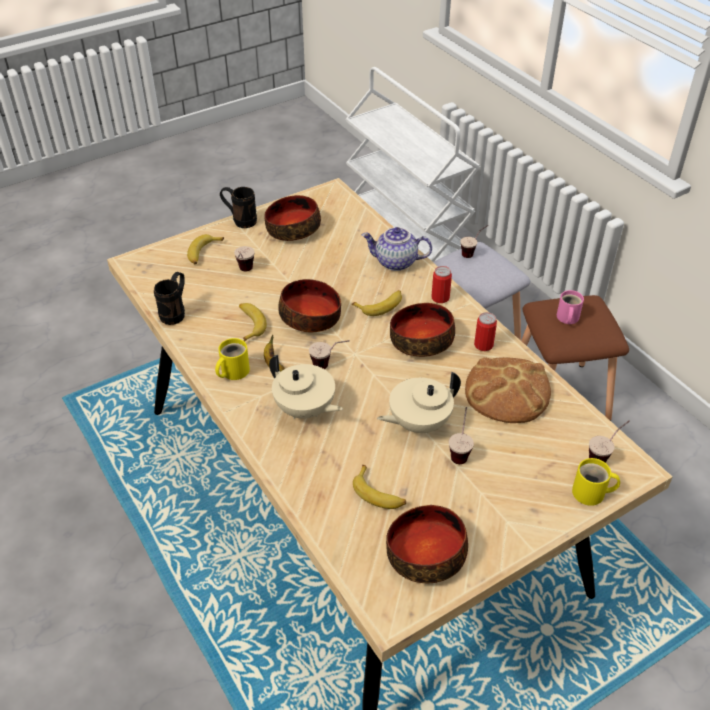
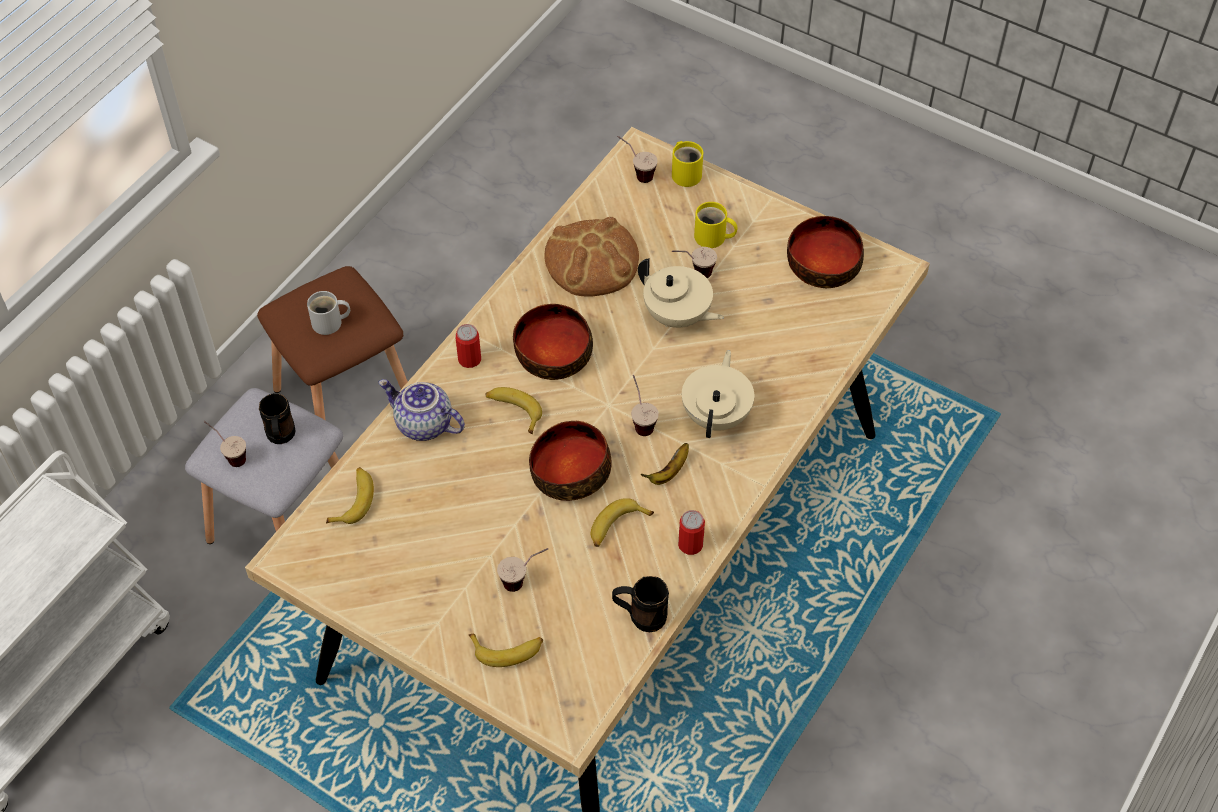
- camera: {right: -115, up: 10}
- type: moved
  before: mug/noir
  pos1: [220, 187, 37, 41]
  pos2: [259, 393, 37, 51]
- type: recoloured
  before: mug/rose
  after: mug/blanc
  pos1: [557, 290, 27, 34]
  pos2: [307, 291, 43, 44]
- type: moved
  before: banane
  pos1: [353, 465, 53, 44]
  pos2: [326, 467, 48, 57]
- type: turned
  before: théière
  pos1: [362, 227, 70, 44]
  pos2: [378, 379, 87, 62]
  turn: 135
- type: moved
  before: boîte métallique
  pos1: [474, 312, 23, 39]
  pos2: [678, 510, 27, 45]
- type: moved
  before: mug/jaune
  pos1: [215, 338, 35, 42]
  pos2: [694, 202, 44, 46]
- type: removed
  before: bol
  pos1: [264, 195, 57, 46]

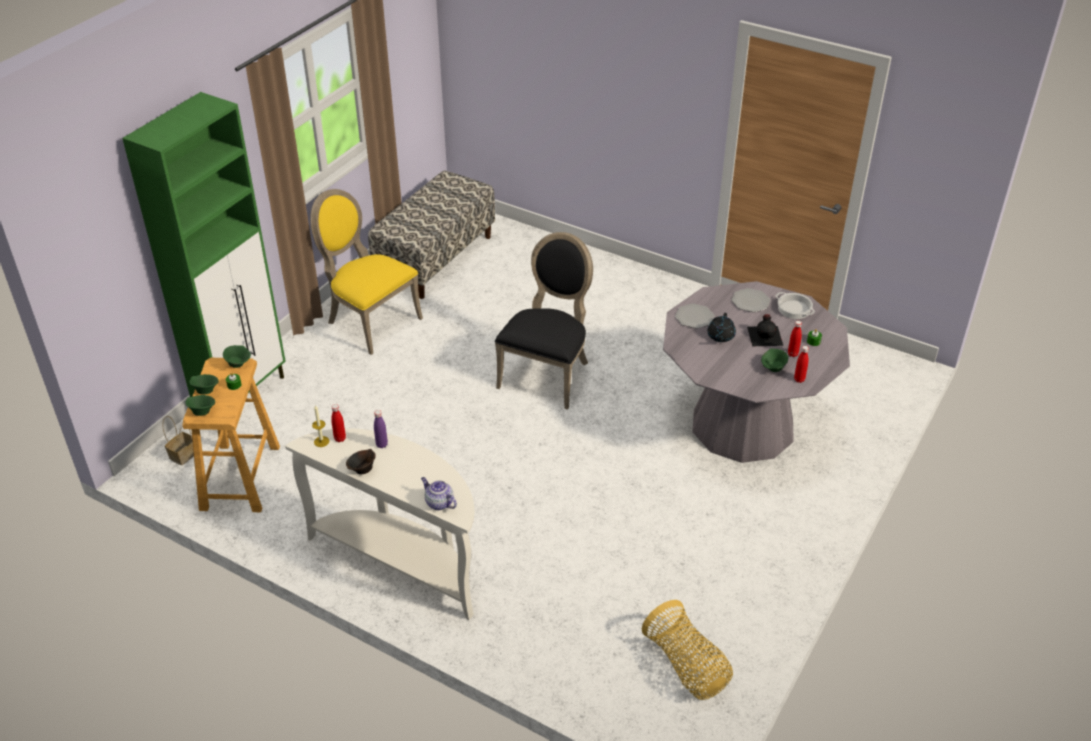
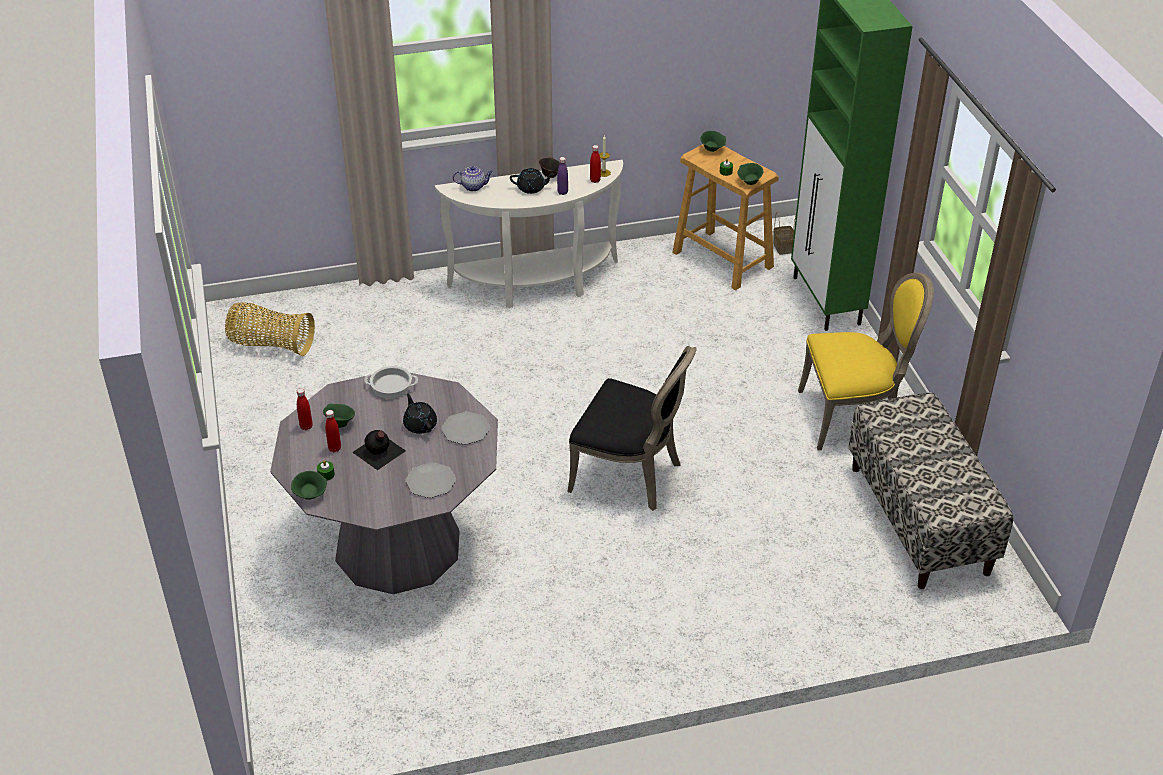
- camera: {right: 135, up: 0}
- type: moved
  before: bol/vert
  pos1: [189, 374, 30, 20]
  pos2: [291, 471, 36, 29]
- type: moved
  before: marmite
  pos1: [776, 292, 39, 27]
  pos2: [364, 366, 54, 33]
- type: added
  after: théière/noir
  pos2: [510, 168, 44, 26]
- type: turned
  before: chaise/noir
  pos1: [495, 232, 98, 178]
  pos2: [567, 346, 130, 165]
  turn: -45

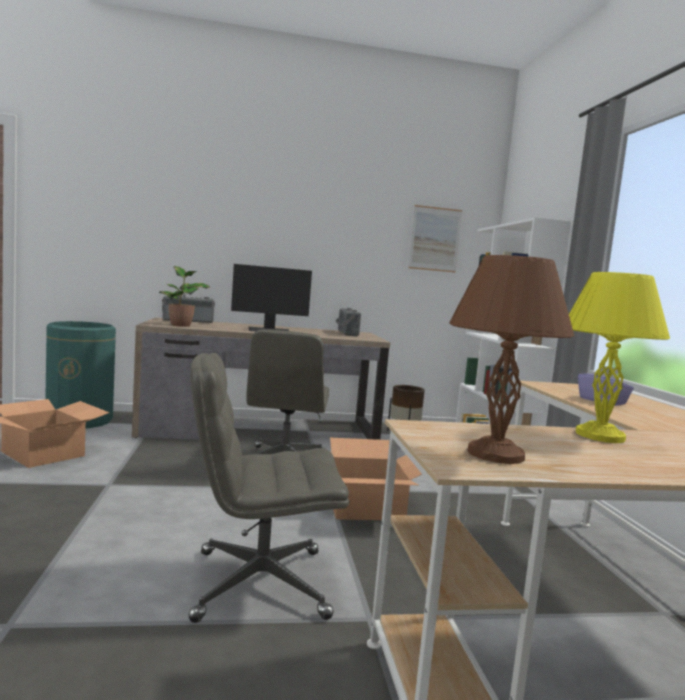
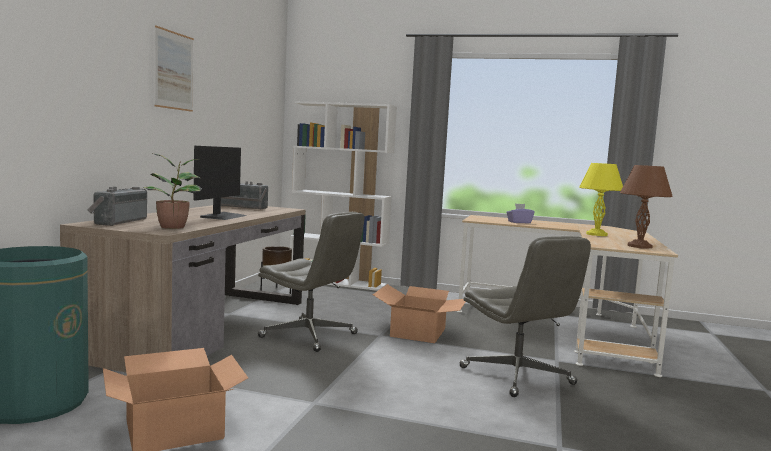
- camera: {right: -65, up: 0}
- type: moved
  before: tableau
  pos1: [408, 205, 54, 67]
  pos2: [155, 26, 39, 86]
- type: turned
  before: chaise de bureau/gris
  pos1: [189, 353, 160, 270]
  pos2: [460, 236, 131, 161]
  turn: -45

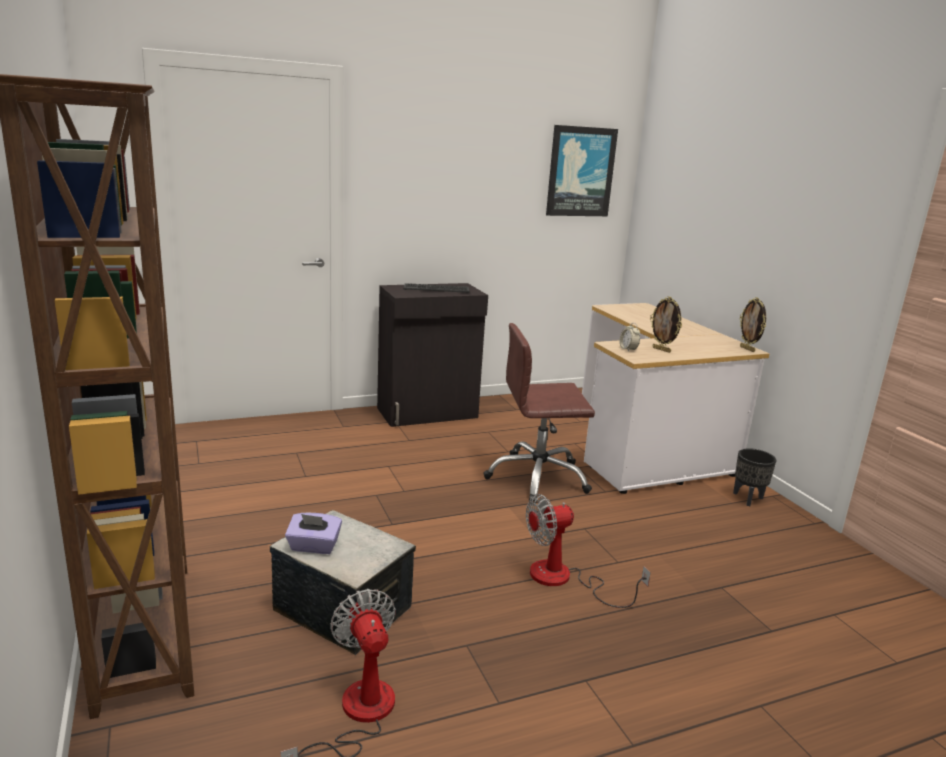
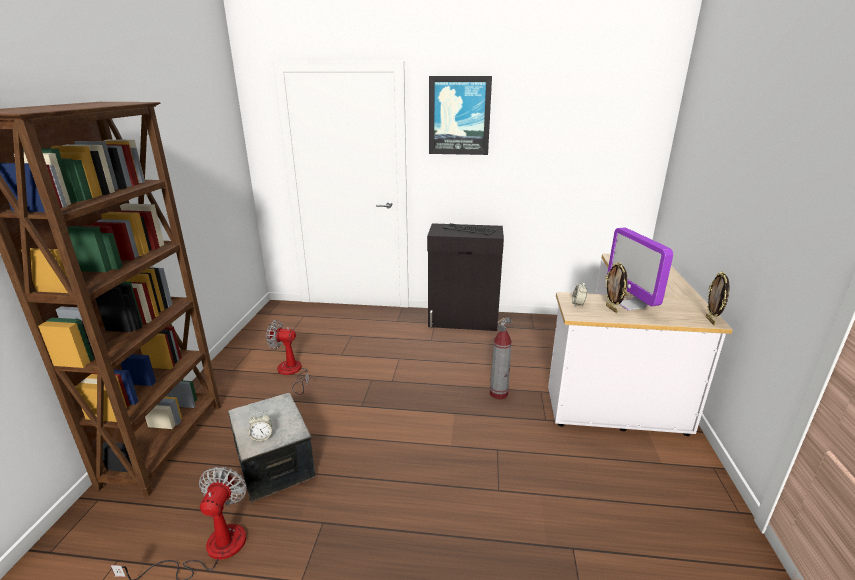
- camera: {right: 30, up: 5}
- type: added
  after: réveil
  pos2: [249, 412, 23, 29]
- type: moved
  before: ventilateur
  pos1: [526, 494, 125, 114]
  pos2: [266, 320, 44, 75]
- type: moved
  before: tableau
  pos1: [546, 125, 72, 91]
  pos2: [429, 76, 63, 79]
- type: replaced
  before: chaise de bureau/marron
  after: extincteur
  pos1: [483, 323, 112, 179]
  pos2: [490, 317, 22, 82]
- type: added
  after: écran d'ordinateur
  pos2: [607, 227, 66, 84]
- type: removed
  before: boîte à mouchoirs/violet
  pos1: [285, 513, 57, 41]
- type: removed
  before: cache-pot/noir
  pos1: [733, 448, 43, 58]

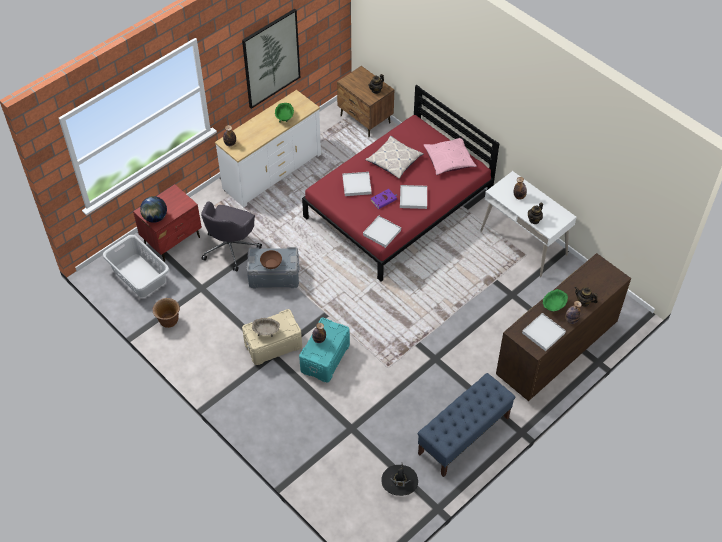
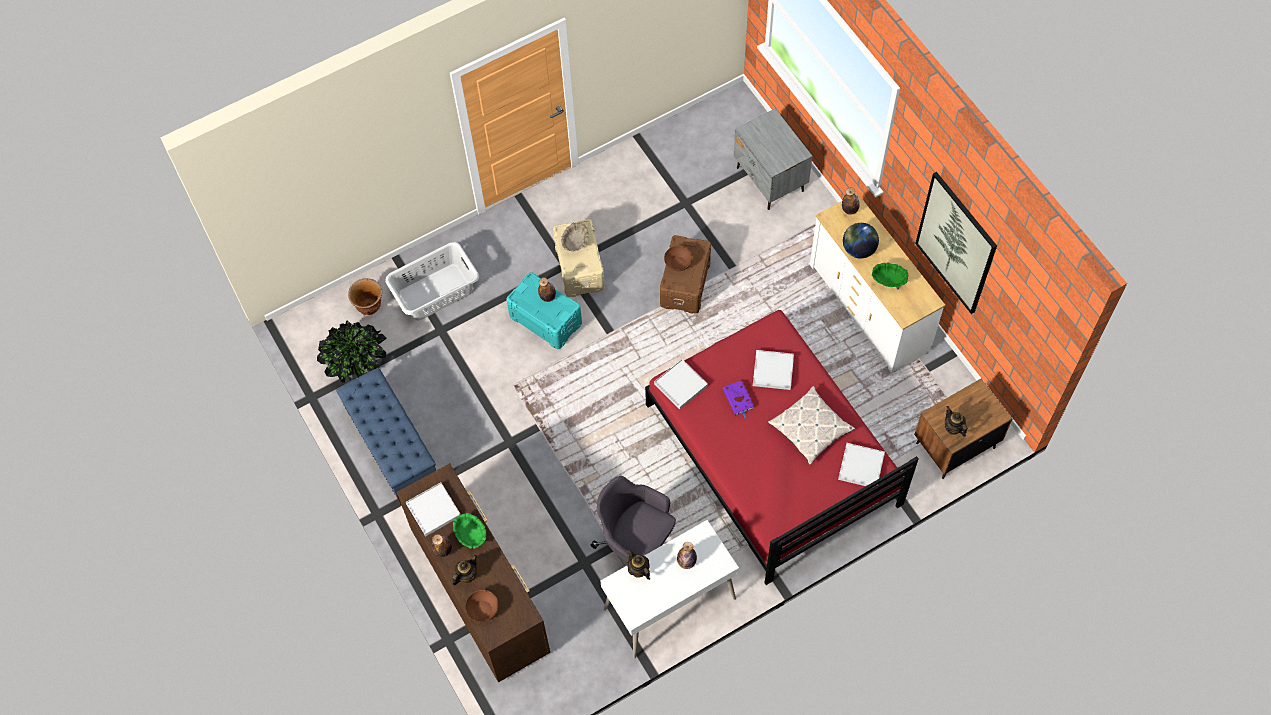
- camera: {right: 105, up: 10}
- type: replaced
  before: chapeau/noir
  after: plante en pot
  pos1: [381, 463, 37, 33]
  pos2: [317, 320, 69, 63]
- type: moved
  before: cache-pot/marron
  pos1: [152, 298, 28, 30]
  pos2: [348, 278, 34, 37]
- type: moved
  before: panier à linge/gris
  pos1: [103, 235, 67, 63]
  pos2: [385, 242, 94, 78]
- type: added
  after: bol/marron
  pos2: [465, 590, 34, 32]
- type: moved
  before: chaise de bureau/gris
  pos1: [201, 201, 61, 70]
  pos2: [590, 476, 86, 86]
- type: recoloured
  before: boîte de rangement/gris
  after: boîte de rangement/marron
  pos1: [247, 247, 52, 41]
  pos2: [660, 235, 51, 79]
- type: recoloured
  before: table de chevet/rouge
  after: table de chevet/gris
  pos1: [133, 184, 69, 78]
  pos2: [734, 109, 78, 101]
- type: moved
  before: plateau/blanc
  pos1: [400, 185, 27, 24]
  pos2: [838, 443, 47, 43]
- type: moved
  before: globe
  pos1: [140, 196, 27, 27]
  pos2: [843, 223, 36, 35]
- type: removed
  before: coussin/rose
  pos1: [424, 138, 53, 37]

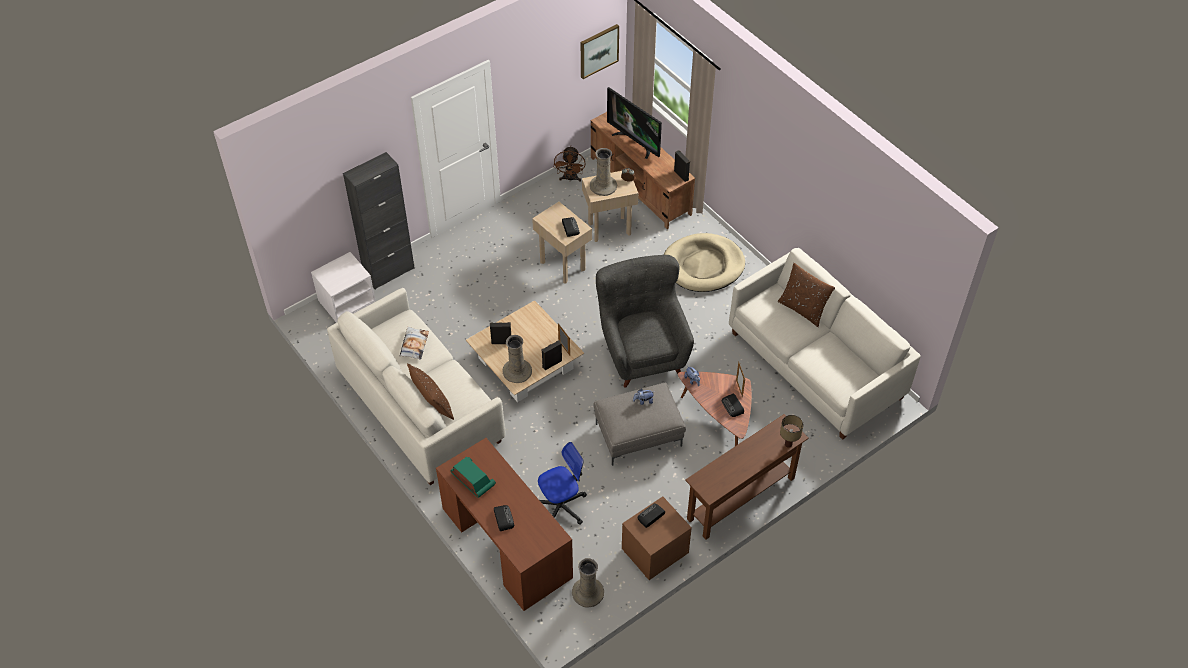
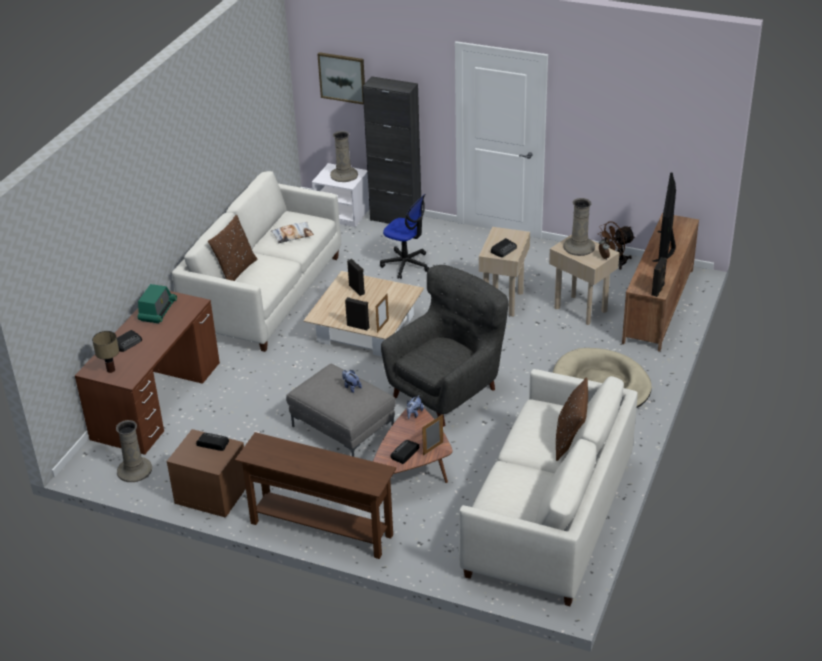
- camera: {right: 60, up: -15}
- type: moved
  before: lampe de table
  pos1: [780, 415, 24, 33]
  pos2: [92, 331, 27, 42]
- type: moved
  before: tableau
  pos1: [581, 24, 38, 55]
  pos2: [317, 52, 48, 53]
- type: moved
  before: vase/beige
  pos1: [503, 335, 29, 48]
  pos2: [330, 131, 28, 51]
- type: moved
  before: chaise de bureau
  pos1: [538, 442, 49, 83]
  pos2: [380, 194, 49, 85]

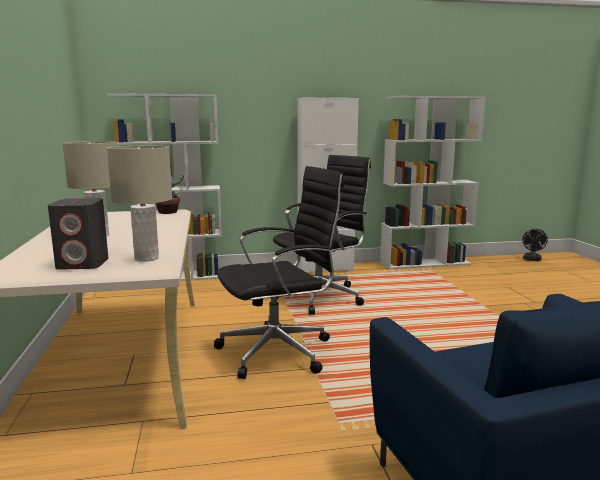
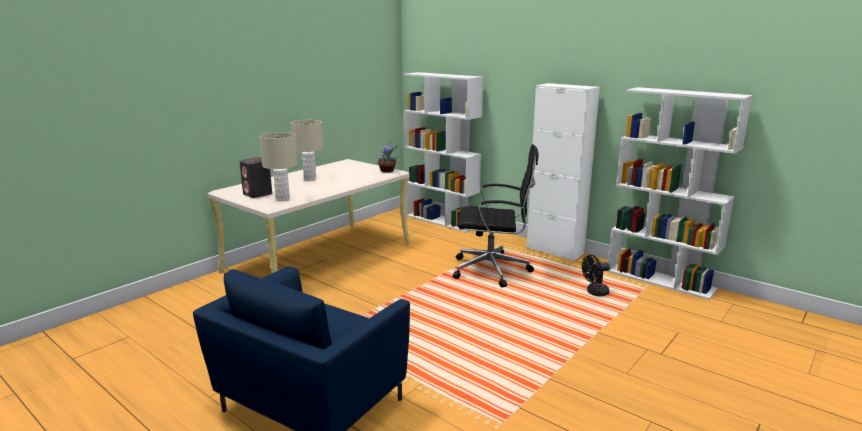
- camera: {right: 50, up: 5}
- type: moved
  before: ventilateur/noir
  pos1: [523, 229, 25, 32]
  pos2: [582, 255, 28, 41]
- type: removed
  before: chaise de bureau/noir
  pos1: [214, 166, 130, 213]

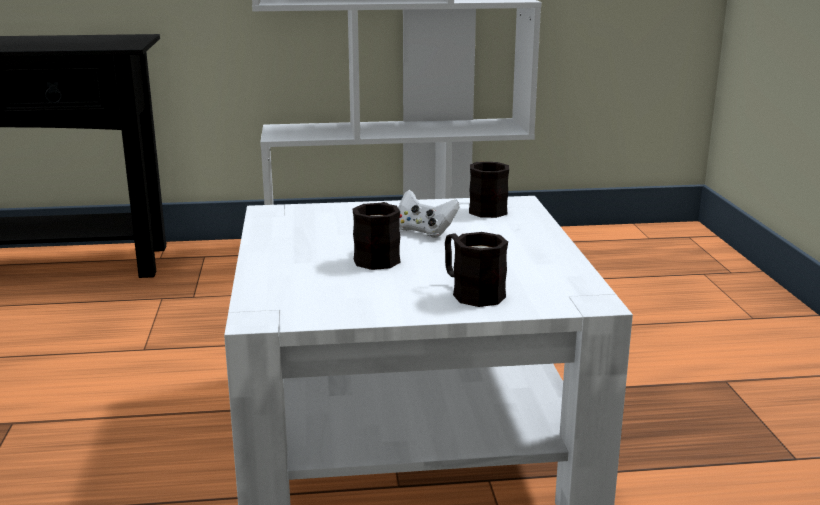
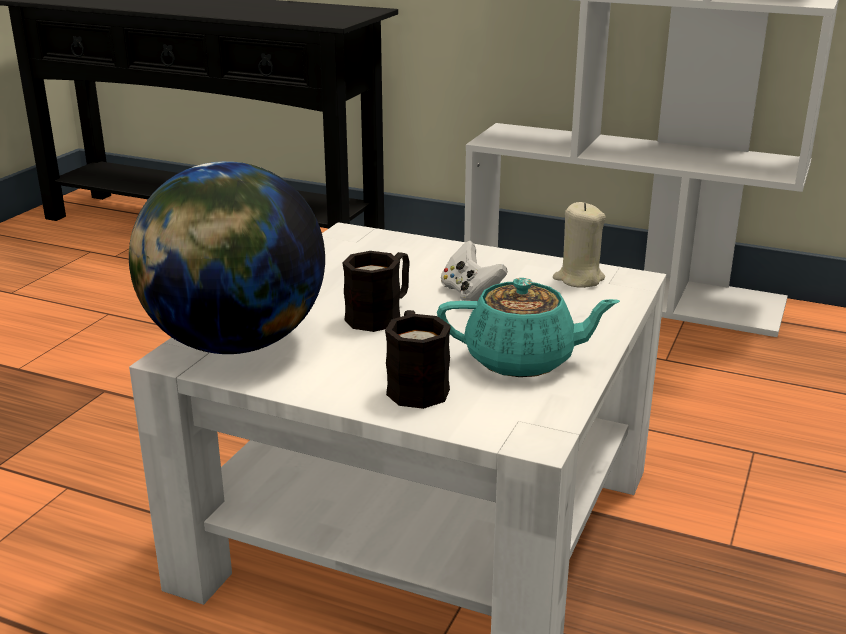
- camera: {right: 30, up: 5}
- type: added
  after: globe
  pos2: [129, 161, 196, 193]
- type: added
  after: théière/turquoise
  pos2: [437, 278, 183, 99]
- type: replaced
  before: mug/noir
  after: bougie/beige
  pos1: [469, 162, 40, 56]
  pos2: [553, 202, 53, 86]

